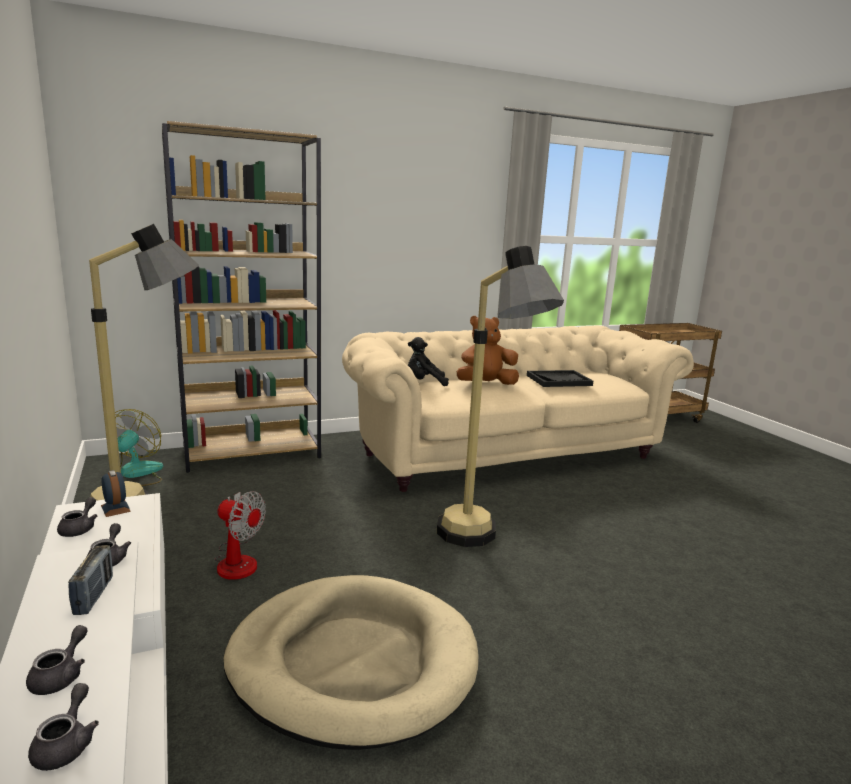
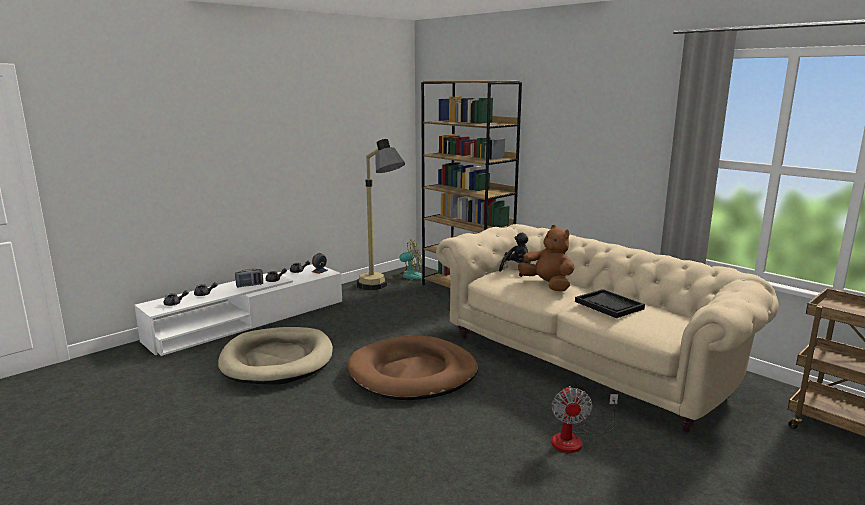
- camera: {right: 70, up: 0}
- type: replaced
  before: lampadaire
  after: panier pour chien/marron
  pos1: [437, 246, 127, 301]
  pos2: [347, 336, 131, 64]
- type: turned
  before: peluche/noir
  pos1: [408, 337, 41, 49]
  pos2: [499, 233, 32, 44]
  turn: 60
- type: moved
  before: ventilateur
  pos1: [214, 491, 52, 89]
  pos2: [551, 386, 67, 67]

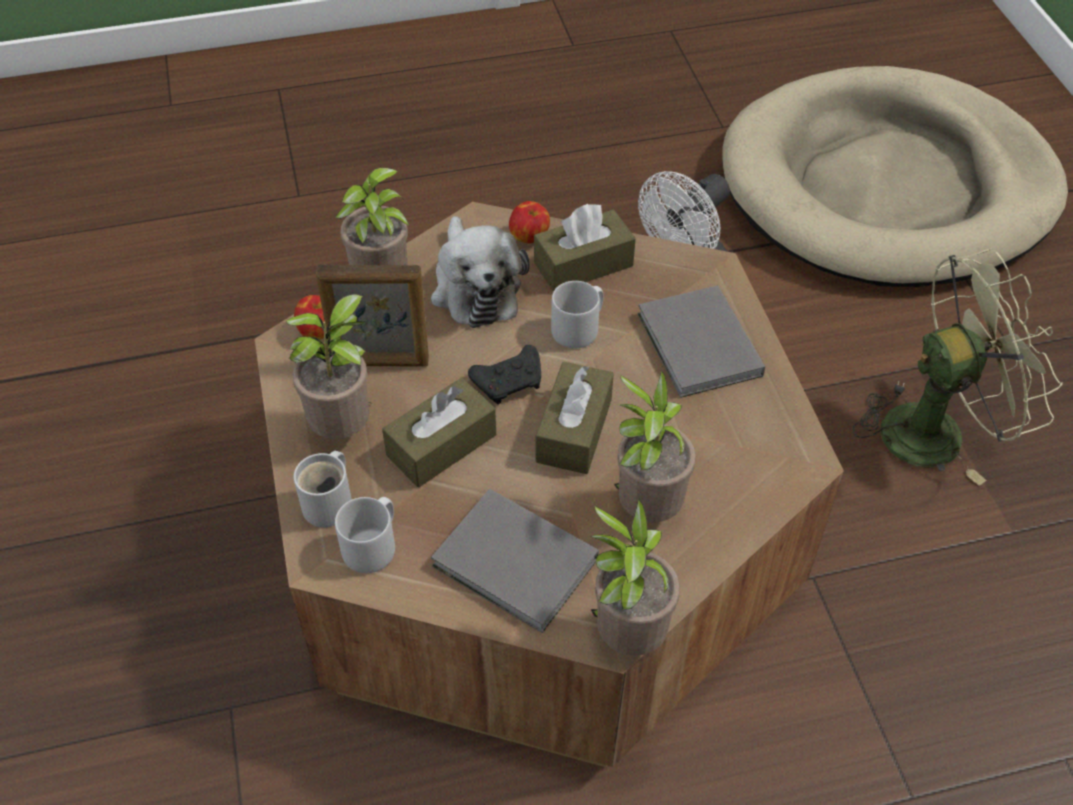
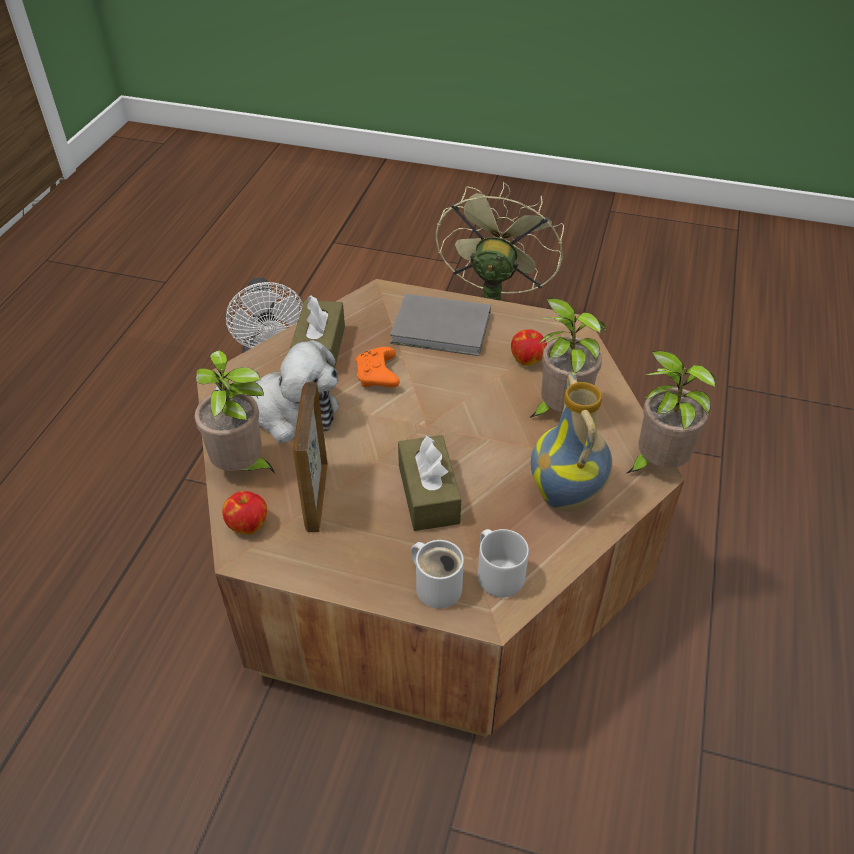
- camera: {right: -60, up: -5}
- type: turned
  before: cadre photo
  pos1: [316, 265, 113, 101]
  pos2: [293, 382, 35, 150]
  turn: 150
- type: replaced
  before: mug/gris
  after: manette/orange
  pos1: [551, 281, 52, 68]
  pos2: [356, 347, 44, 40]
- type: moved
  before: pomme
  pos1: [509, 201, 41, 42]
  pos2: [511, 330, 36, 36]
- type: replaced
  before: livre/gris
  after: vase
  pos1: [431, 489, 168, 144]
  pos2: [531, 373, 82, 139]
- type: removed
  before: plante en pot
  pos1: [286, 294, 87, 145]
- type: removed
  before: manette/noir
  pos1: [468, 345, 73, 59]
- type: removed
  before: boîte à mouchoirs/marron
  pos1: [536, 362, 78, 112]
- type: removed
  before: panier pour chien/beige
  pos1: [722, 66, 346, 221]

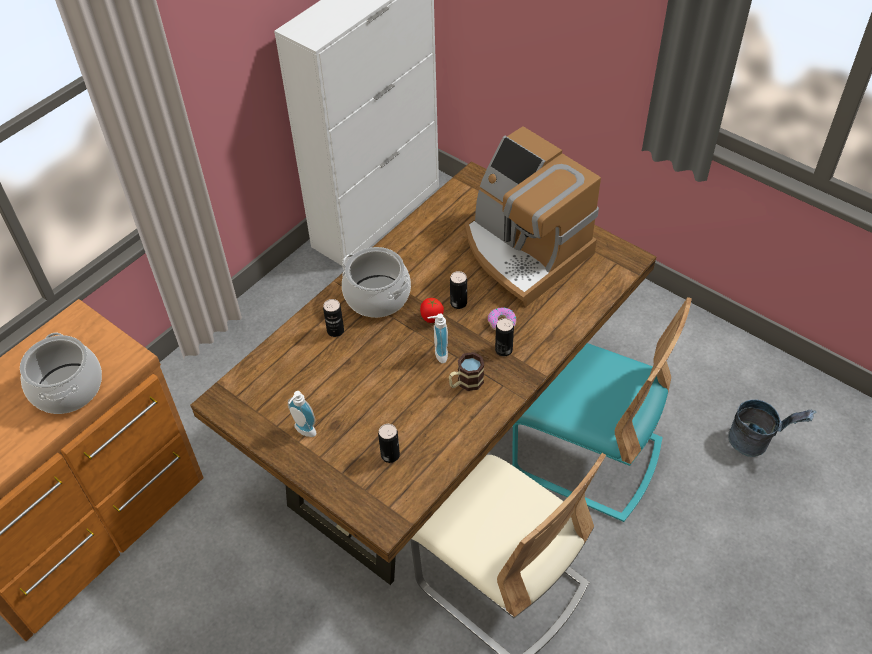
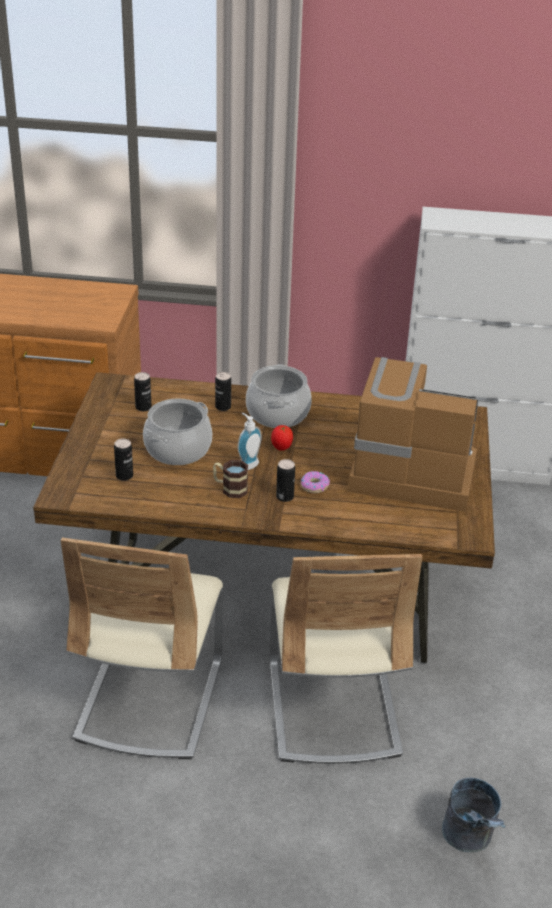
- camera: {right: 55, up: -15}
- type: moved
  before: boîte métallique
  pos1: [450, 271, 17, 38]
  pos2: [134, 372, 18, 39]
- type: moved
  before: marmite
  pos1: [20, 333, 82, 81]
  pos2: [143, 398, 69, 67]
- type: recoloured
  before: chaise/turquoise
  after: chaise/beige
  pos1: [512, 297, 180, 225]
  pos2: [270, 554, 152, 210]
- type: turned
  before: machine à café
  pos1: [465, 126, 136, 181]
  pos2: [348, 357, 130, 155]
  turn: 90
- type: removed
  before: distributeur de savon
  pos1: [288, 391, 29, 46]

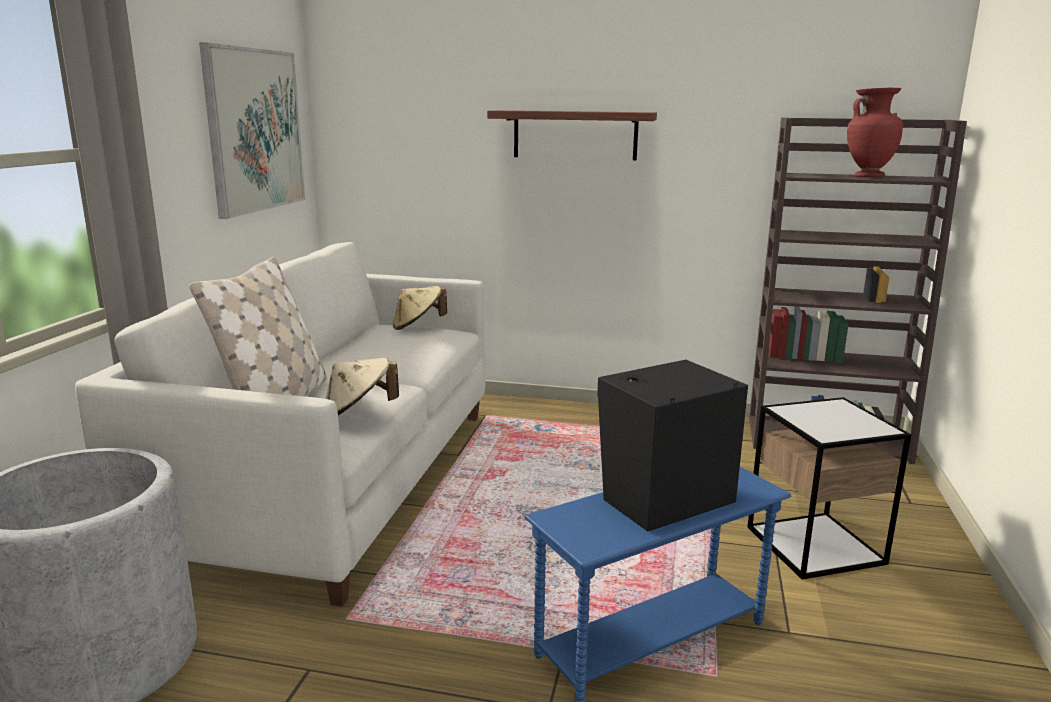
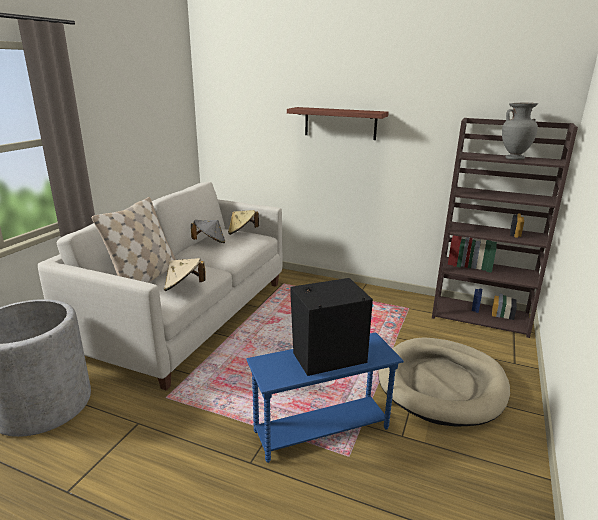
- camera: {right: 10, up: 5}
- type: added
  after: chapeau/gris
  pos2: [191, 220, 34, 23]
- type: replaced
  before: table d'appoint
  after: panier pour chien/beige
  pos1: [747, 397, 165, 183]
  pos2: [378, 337, 132, 90]
- type: recoloured
  before: vase/rouge
  after: vase/gris
  pos1: [847, 88, 56, 89]
  pos2: [502, 102, 36, 58]
- type: removed
  before: tableau
  pos1: [199, 43, 106, 176]

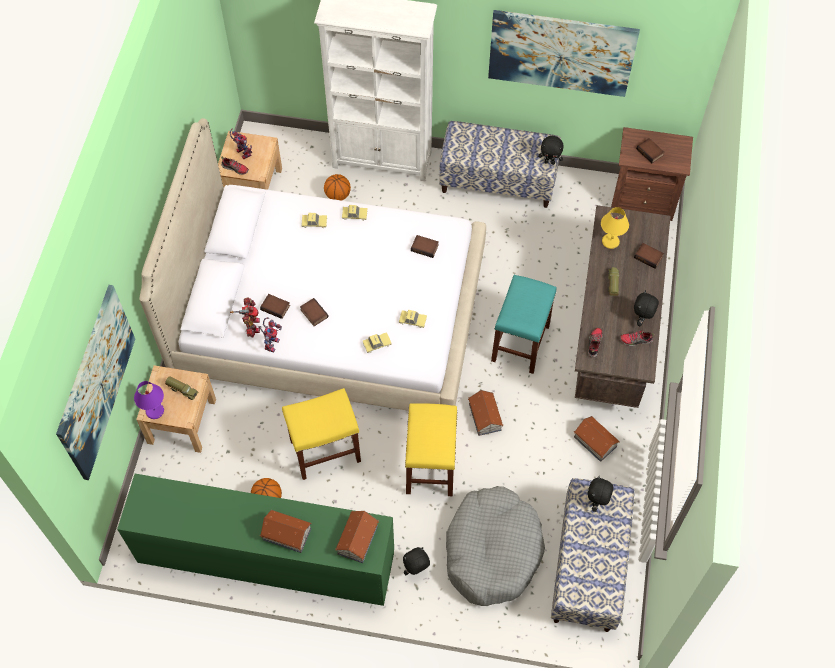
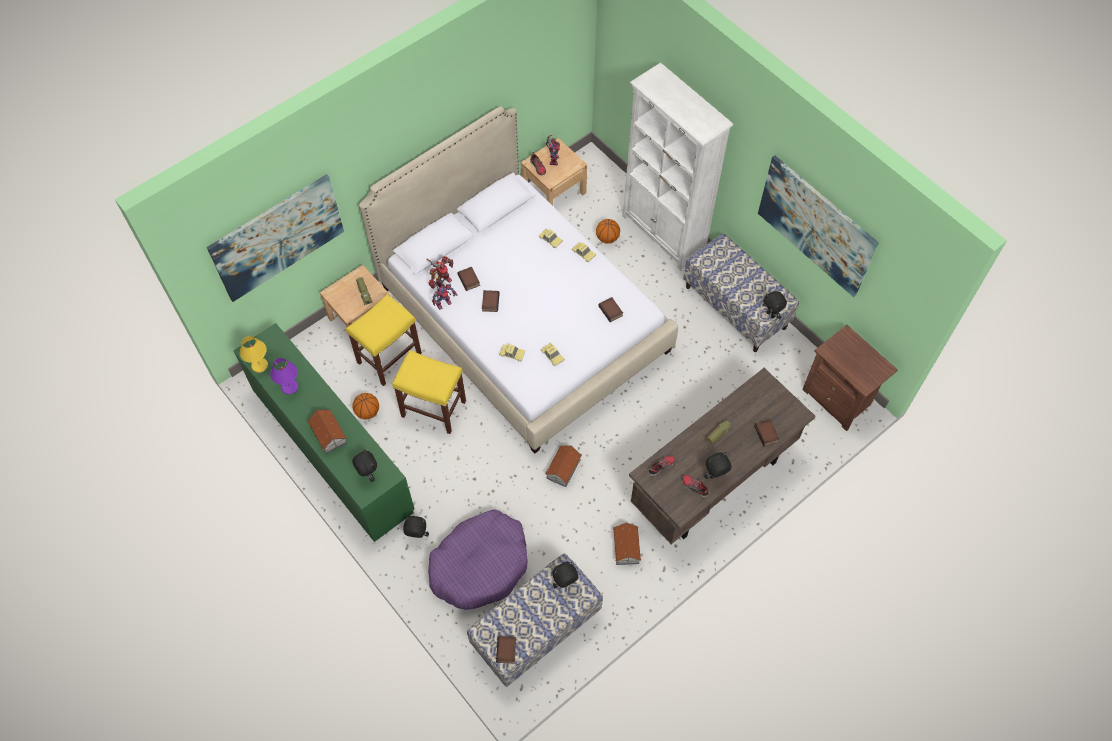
- camera: {right: 40, up: 0}
- type: moved
  before: lampe de table/jaune
  pos1: [601, 207, 28, 42]
  pos2: [240, 336, 28, 37]
- type: moved
  before: lampe de table/violet
  pos1: [134, 381, 30, 38]
  pos2: [270, 358, 28, 36]
- type: moved
  before: tabouret/jaune
  pos1: [405, 403, 53, 93]
  pos2: [346, 294, 76, 92]
- type: replaced
  before: maison miniature
  after: peluche/noir
  pos1: [335, 511, 44, 52]
  pos2: [352, 449, 25, 33]
- type: recoloured
  before: panier pour chien/gris
  after: panier pour chien/violet
  pos1: [446, 486, 99, 120]
  pos2: [428, 509, 100, 101]
- type: moved
  before: livre
  pos1: [636, 138, 29, 25]
  pos2: [496, 636, 20, 27]
- type: removed
  before: tabouret/turquoise
  pos1: [491, 275, 66, 99]

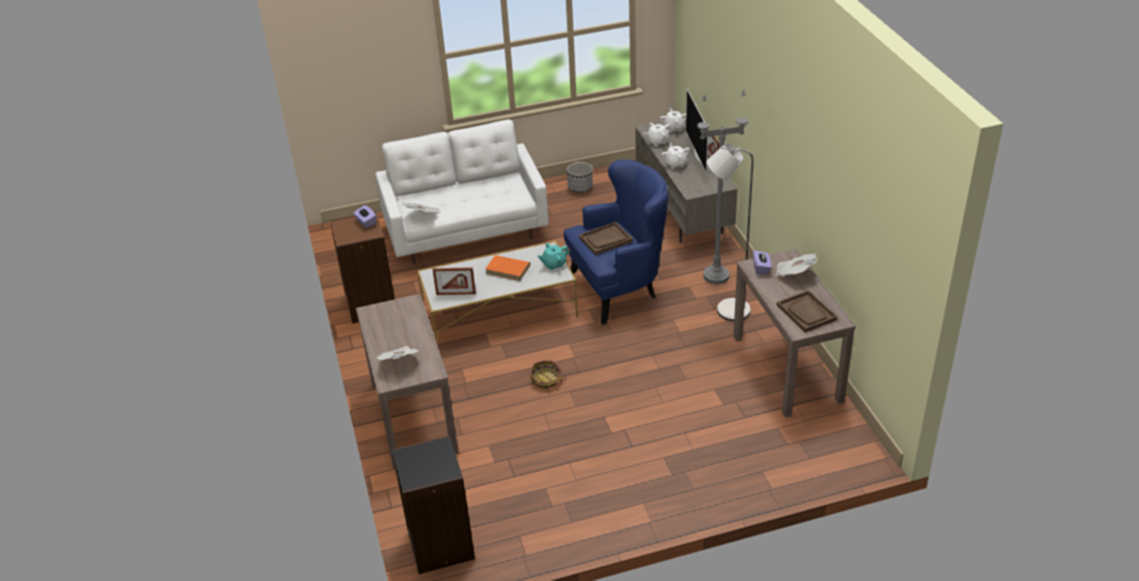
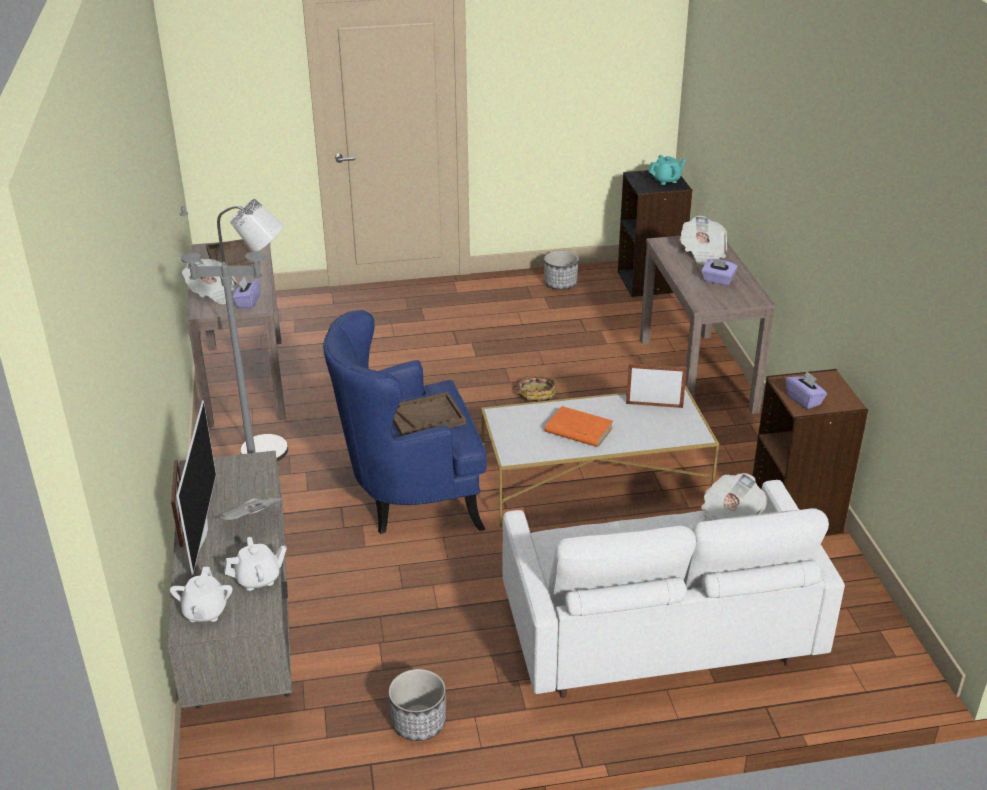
- camera: {right: -175, up: -5}
- type: replaced
  before: théière/blanc
  after: journal
  pos1: [662, 143, 28, 26]
  pos2: [220, 498, 62, 22]
- type: added
  after: cache-pot
  pos2: [544, 251, 35, 39]
- type: moved
  before: théière/turquoise
  pos1: [538, 243, 31, 27]
  pos2: [648, 155, 38, 30]
- type: added
  after: boîte à mouchoirs/violet
  pos2: [702, 259, 36, 27]

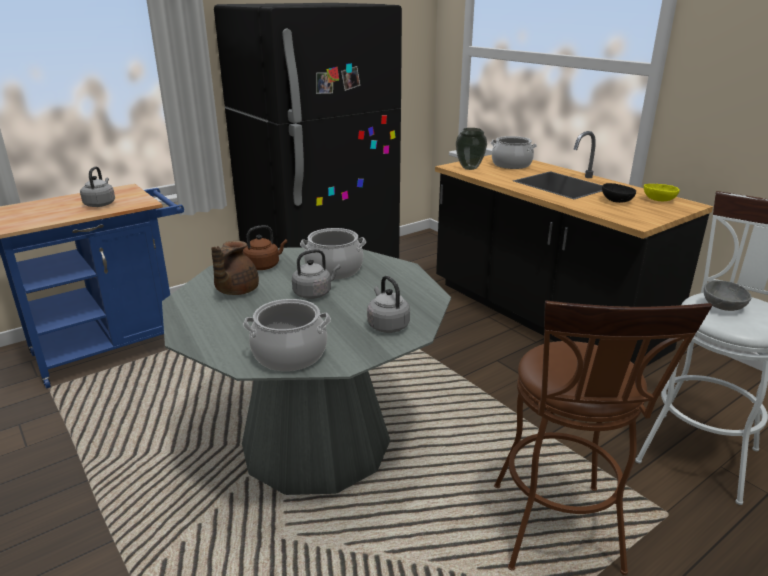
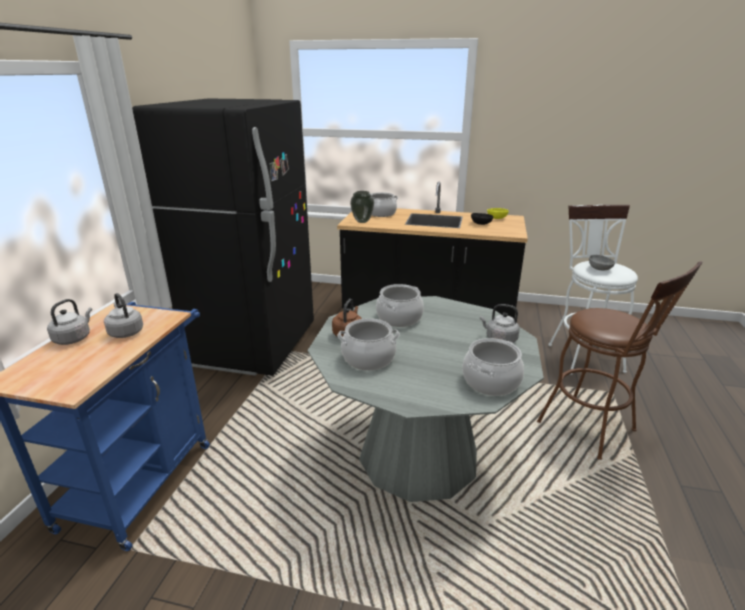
- camera: {right: -40, up: 0}
- type: moved
  before: bouilloire/gris
  pos1: [292, 249, 49, 50]
  pos2: [47, 299, 45, 46]
- type: replaced
  before: théière/marron
  after: marmite
  pos1: [211, 241, 48, 54]
  pos2: [337, 318, 63, 53]

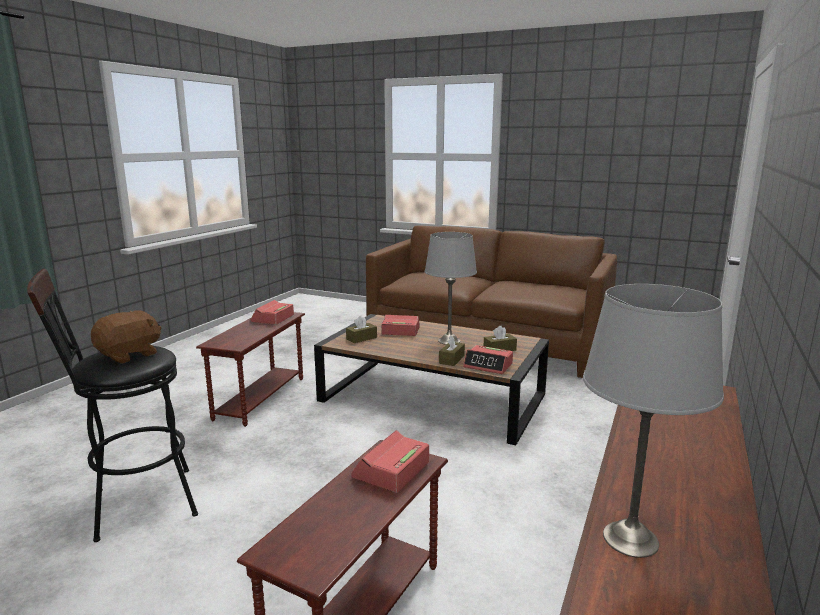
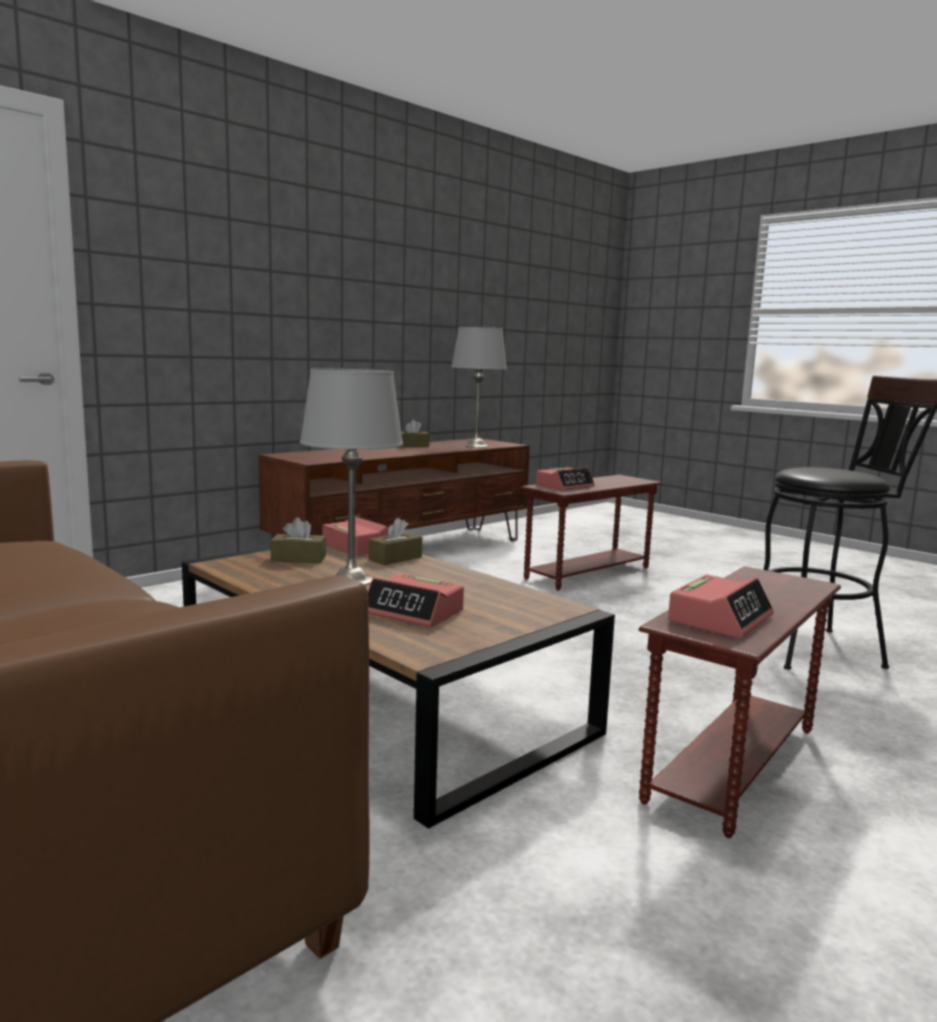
- camera: {right: -160, up: -5}
- type: moved
  before: boîte à mouchoirs/marron
  pos1: [346, 316, 31, 27]
  pos2: [399, 420, 31, 27]
- type: removed
  before: peluche/marron
  pos1: [91, 311, 70, 53]

